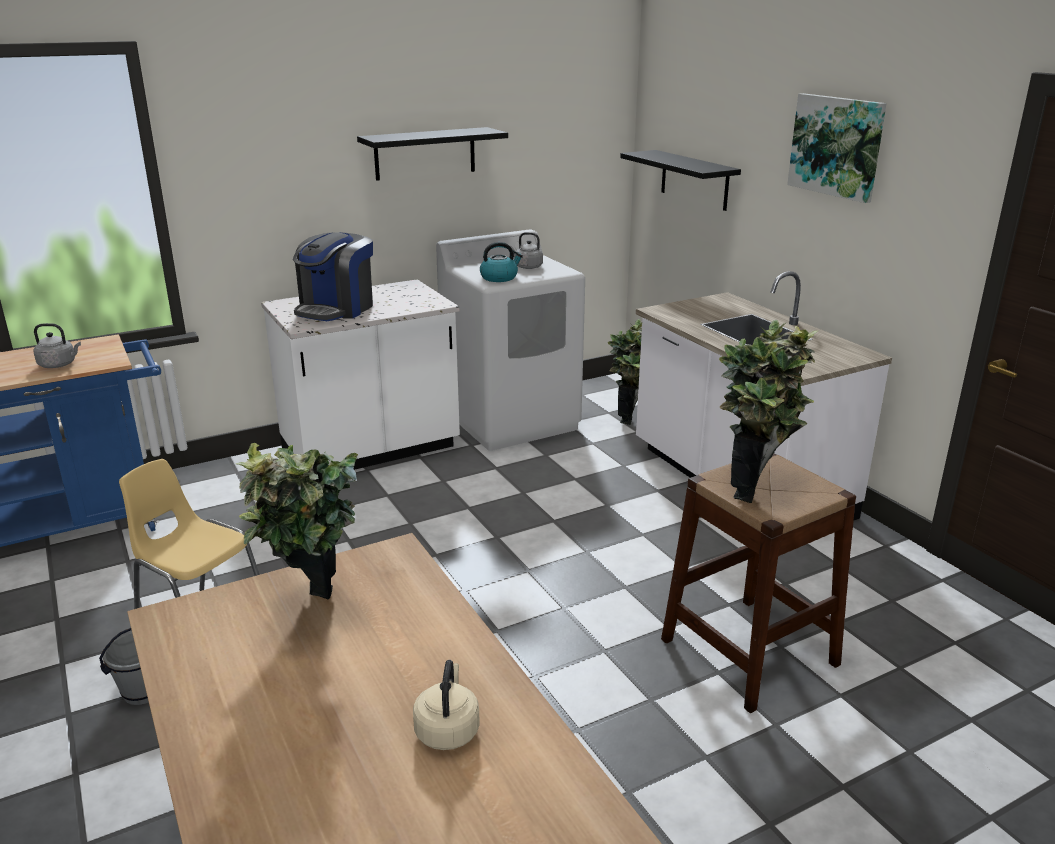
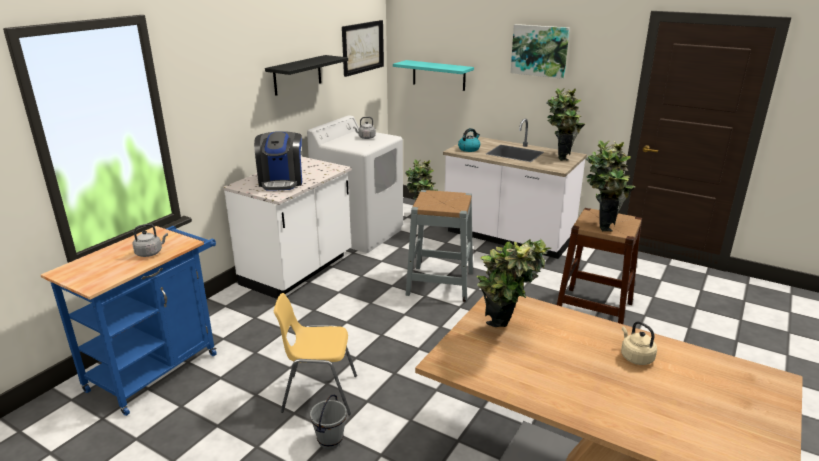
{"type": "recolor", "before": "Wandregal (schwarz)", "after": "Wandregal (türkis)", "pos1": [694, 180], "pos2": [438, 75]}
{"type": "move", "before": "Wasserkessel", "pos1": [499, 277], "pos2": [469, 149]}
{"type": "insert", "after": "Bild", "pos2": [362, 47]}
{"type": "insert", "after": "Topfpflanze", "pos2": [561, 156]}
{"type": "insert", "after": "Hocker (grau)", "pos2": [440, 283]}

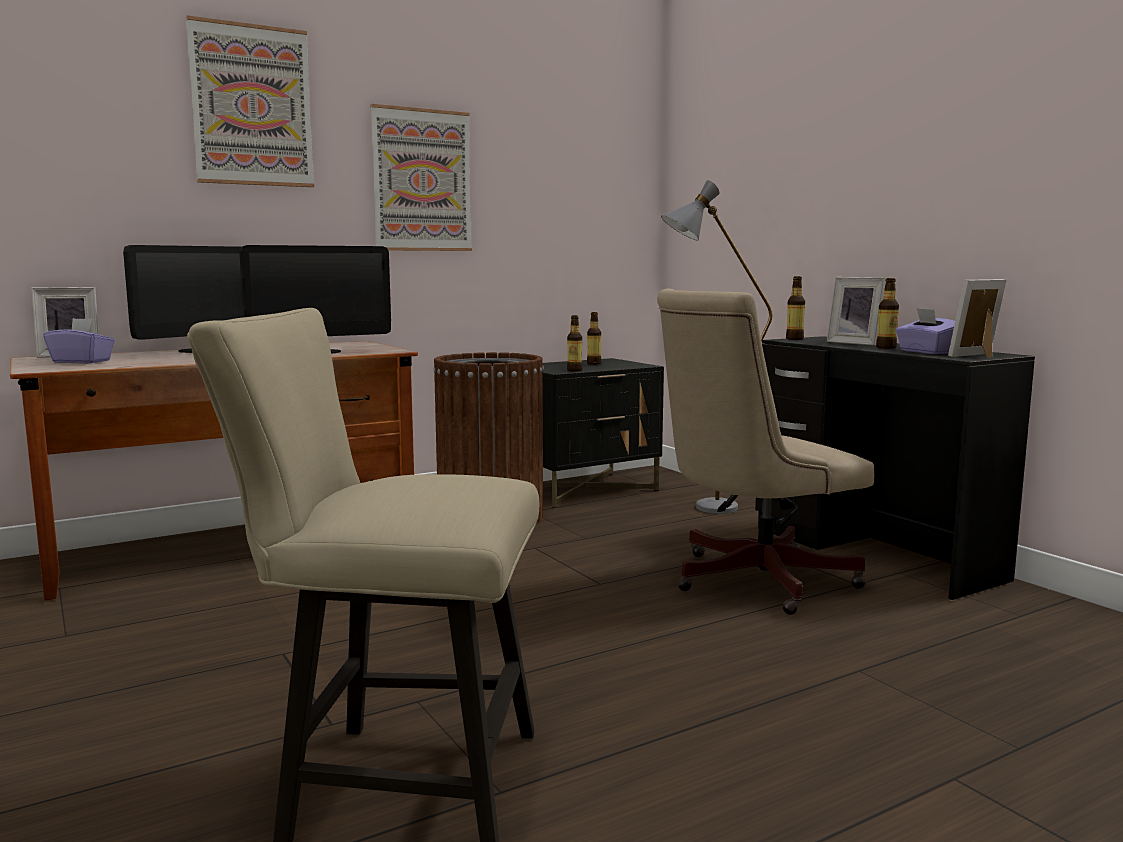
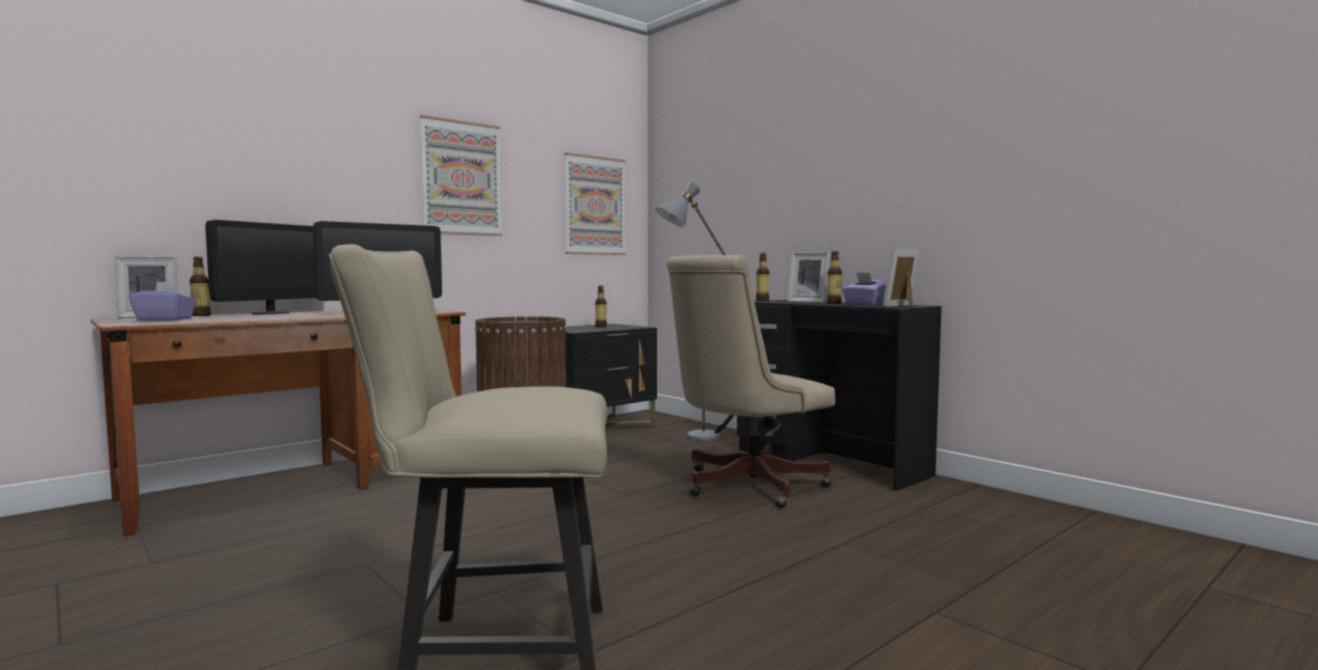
{"type": "move", "before": "Bild", "pos1": [252, 106], "pos2": [595, 206]}
{"type": "move", "before": "Flasche", "pos1": [574, 370], "pos2": [201, 315]}

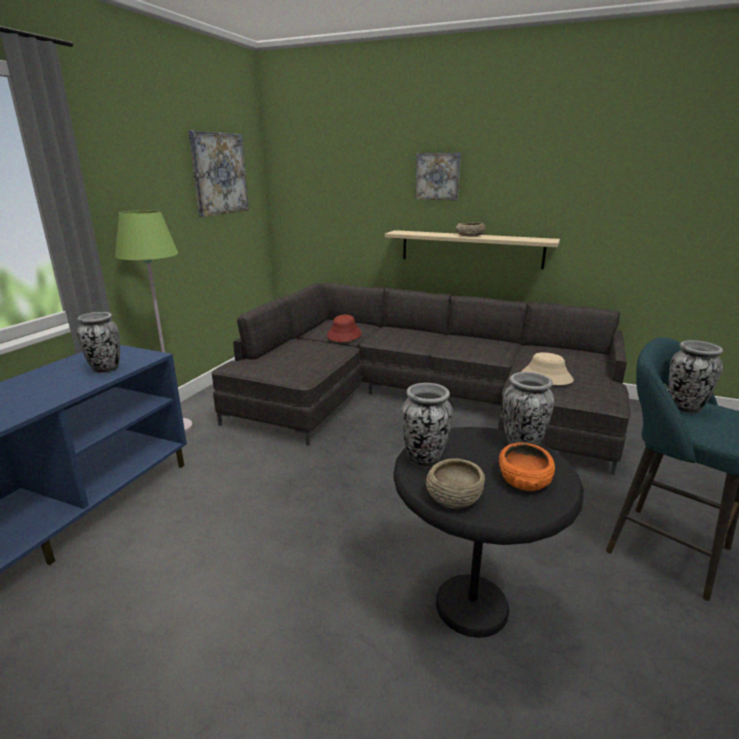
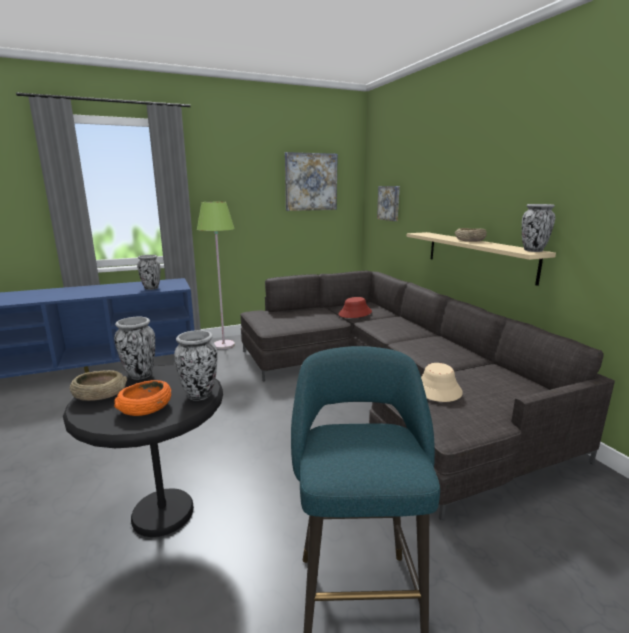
{"type": "move", "before": "Bild", "pos1": [438, 176], "pos2": [389, 203]}
{"type": "move", "before": "Vase", "pos1": [684, 408], "pos2": [533, 250]}

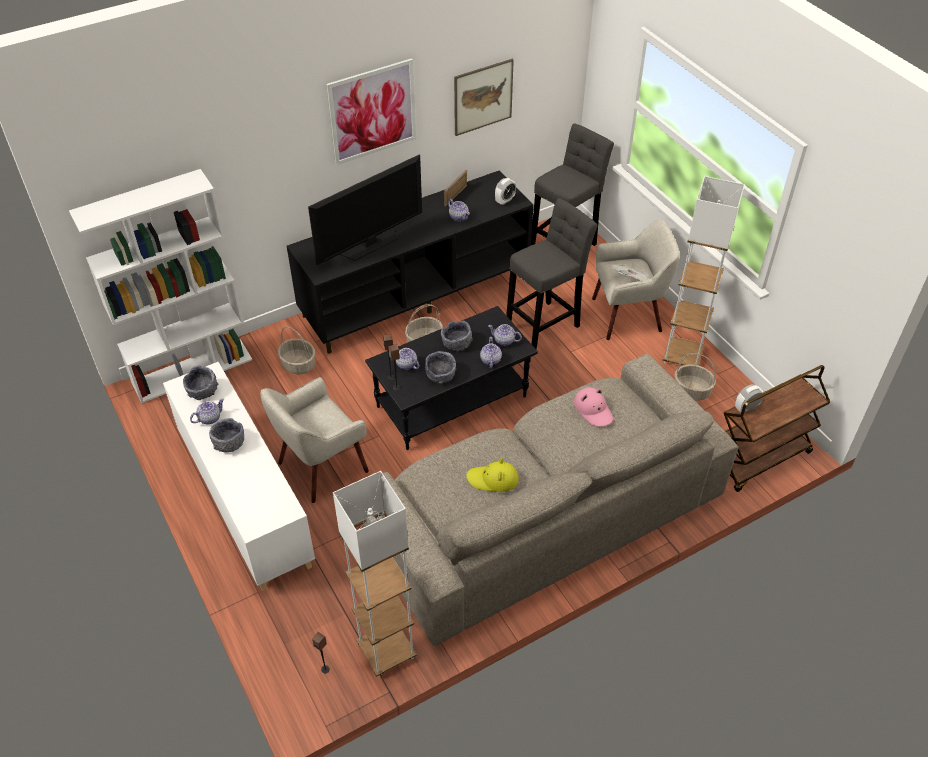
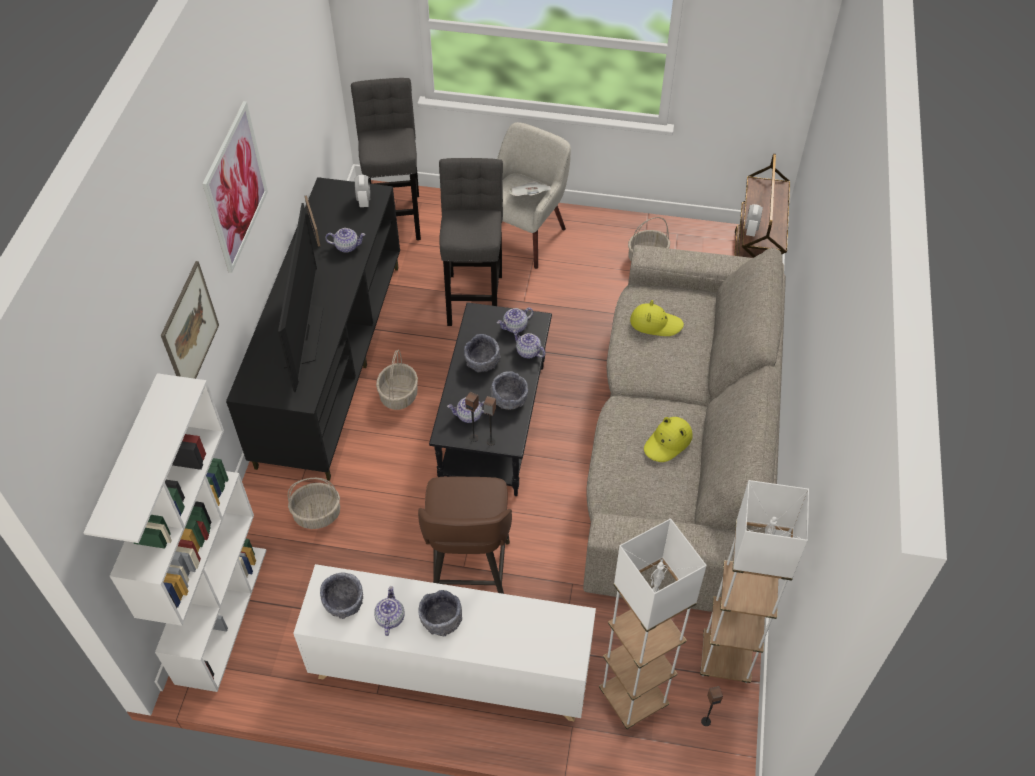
{"type": "move", "before": "Bild", "pos1": [483, 97], "pos2": [190, 329]}
{"type": "move", "before": "Stehlampe (weiß)", "pos1": [682, 356], "pos2": [633, 698]}
{"type": "replace", "before": "Sessel (beige)", "after": "Hocker (braun)", "pos1": [321, 466], "pos2": [469, 578]}
{"type": "recolor", "before": "Hut (rosa)", "after": "Hut (gelb)", "pos1": [593, 410], "pos2": [655, 323]}

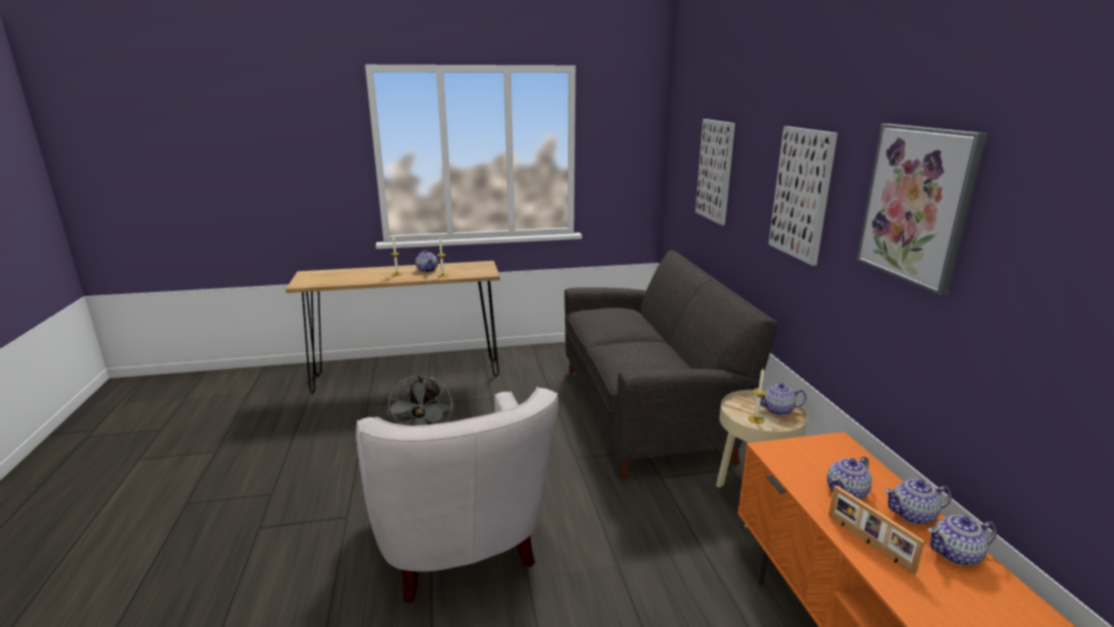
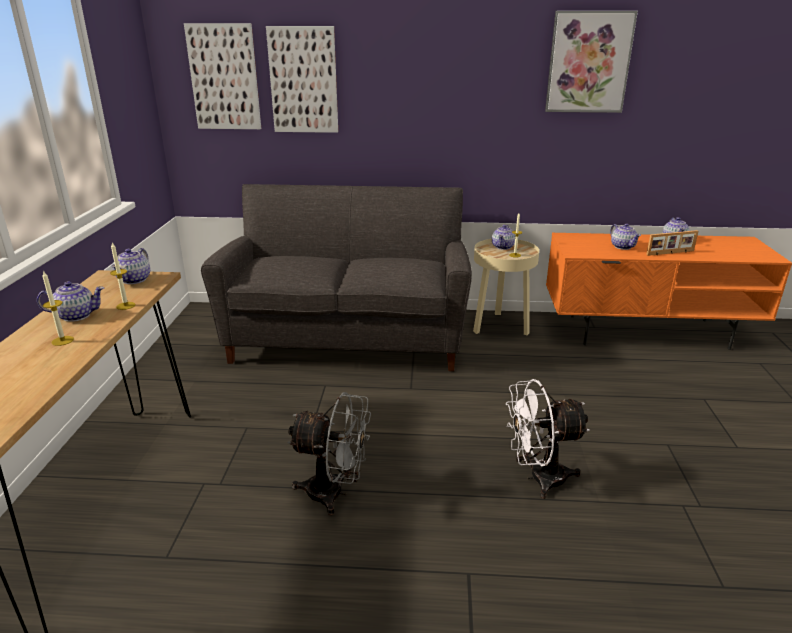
{"type": "move", "before": "Bild", "pos1": [802, 194], "pos2": [224, 77]}
{"type": "replace", "before": "Sessel (weiß)", "after": "Ventilator (weiß)", "pos1": [459, 548], "pos2": [538, 478]}
{"type": "move", "before": "Teekanne", "pos1": [913, 515], "pos2": [135, 279]}

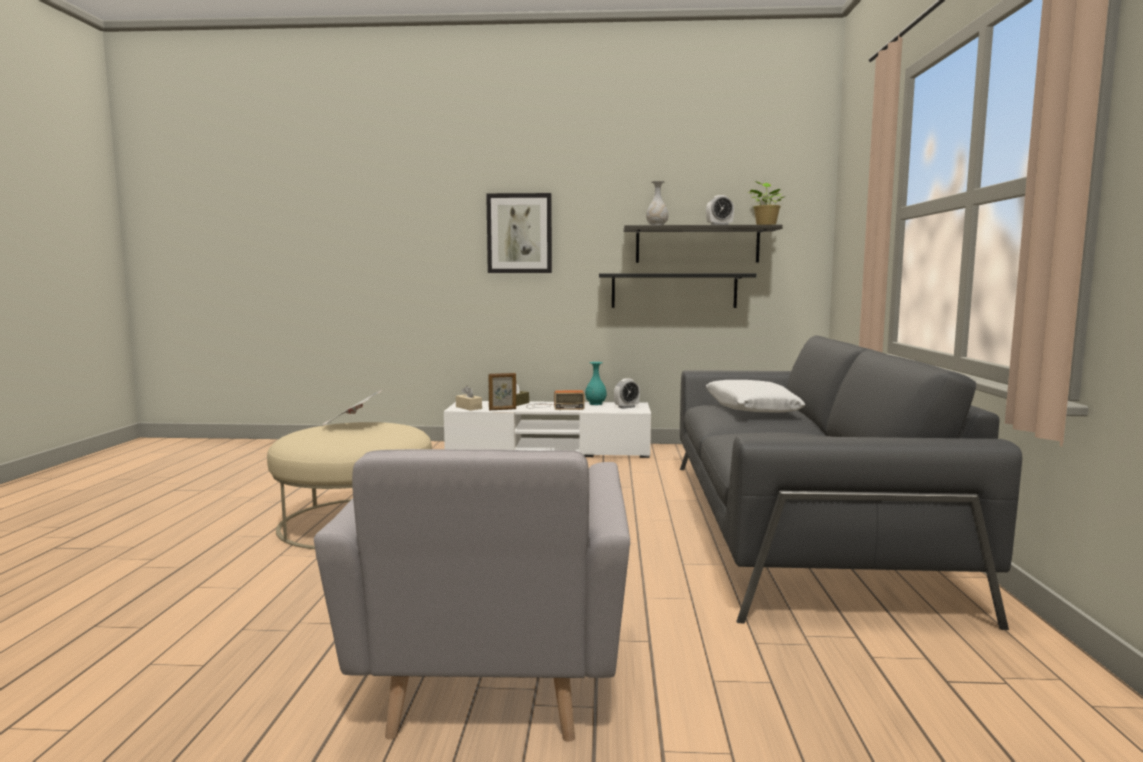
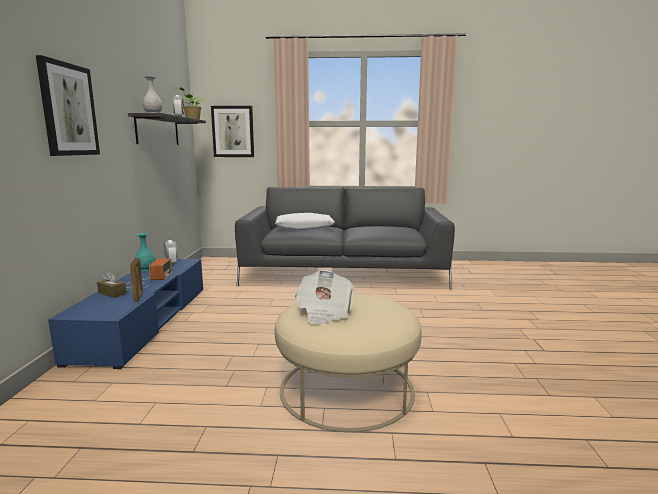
{"type": "delete", "before": "Wandregal (schwarz)", "pos1": [674, 290]}
{"type": "delete", "before": "Taschentuchbox (beige)", "pos1": [468, 407]}
{"type": "recolor", "before": "Fernsehschrank (weiß)", "after": "Fernsehschrank (blau)", "pos1": [549, 449], "pos2": [144, 322]}
{"type": "delete", "before": "Sessel (grau)", "pos1": [492, 676]}
{"type": "insert", "after": "Bild", "pos2": [233, 131]}

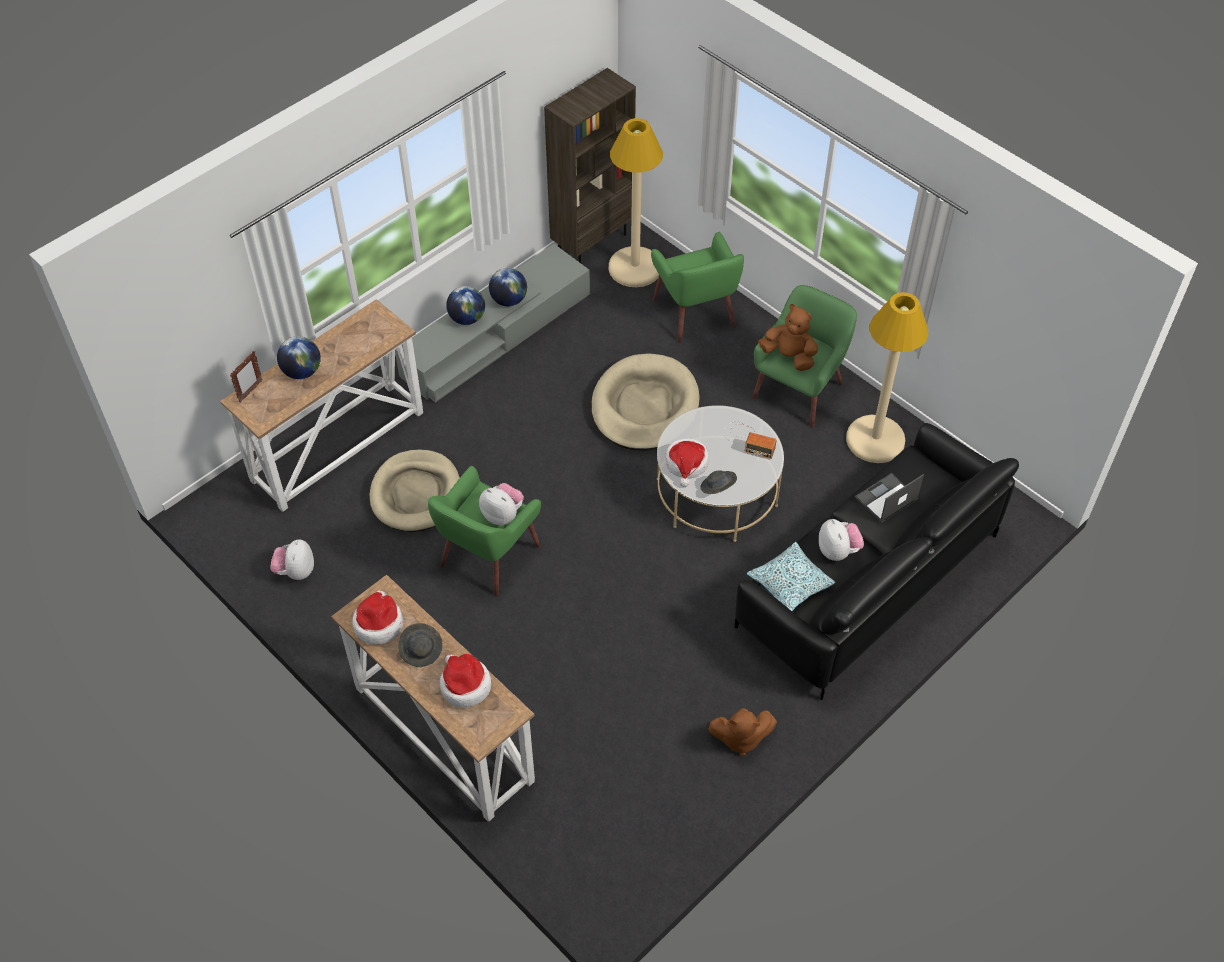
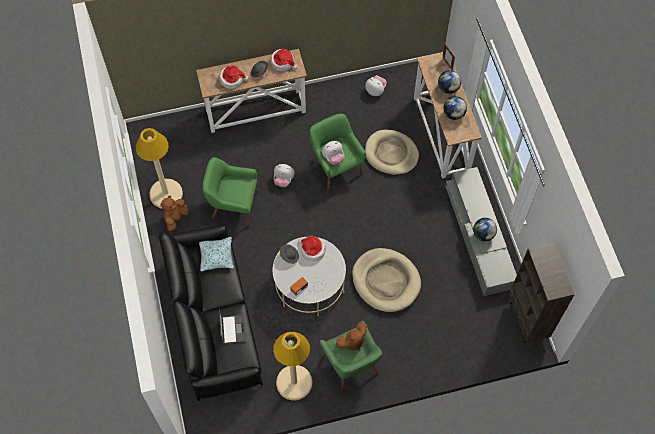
{"type": "move", "before": "Stehlampe (beige)", "pos1": [635, 268], "pos2": [166, 194]}
{"type": "move", "before": "Sessel (grün)", "pos1": [695, 313], "pos2": [233, 206]}
{"type": "move", "before": "Globus", "pos1": [467, 318], "pos2": [453, 114]}
{"type": "move", "before": "Plüschtier", "pos1": [838, 551], "pos2": [283, 180]}

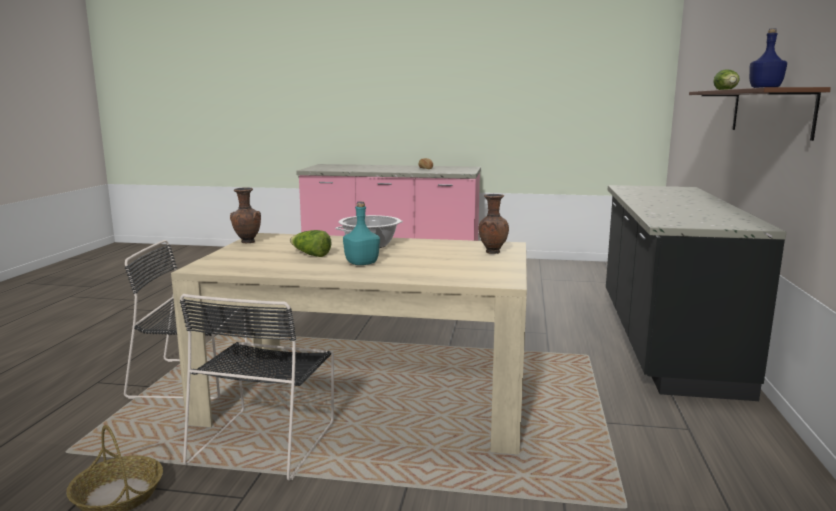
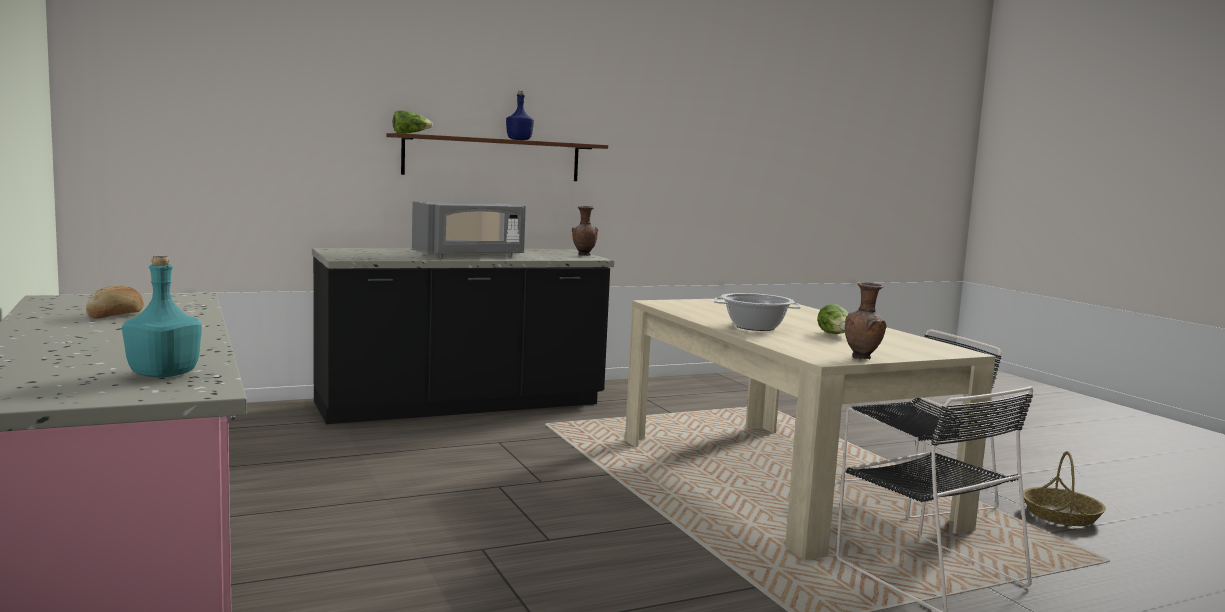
{"type": "move", "before": "Vase (braun)", "pos1": [492, 252], "pos2": [583, 255]}
{"type": "move", "before": "Flasche (türkis)", "pos1": [362, 263], "pos2": [164, 374]}
{"type": "insert", "after": "Mikrowelle (grau)", "pos2": [470, 256]}

